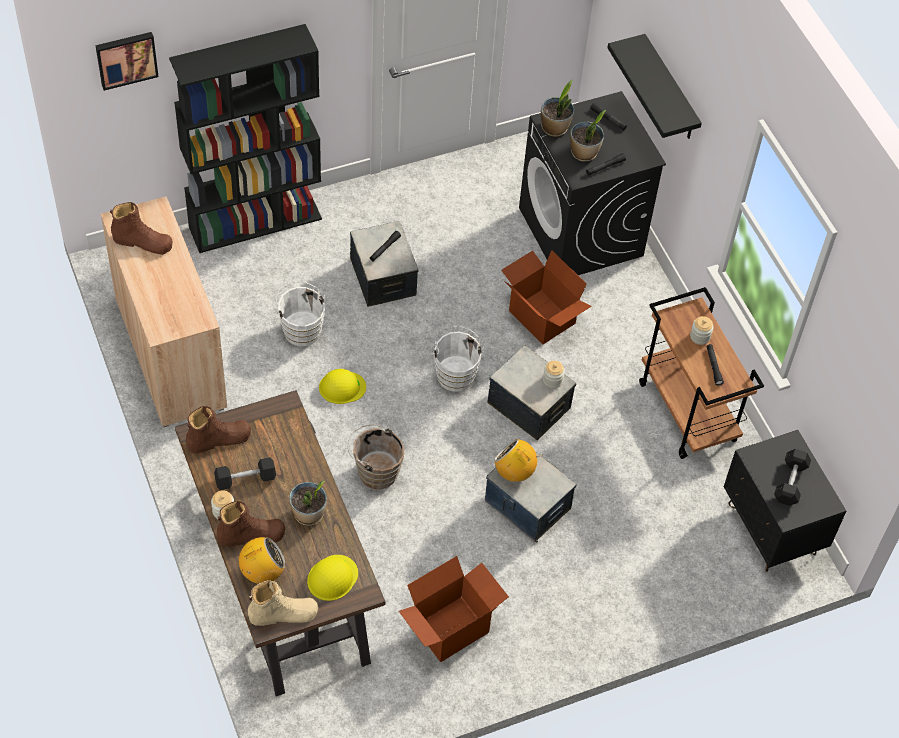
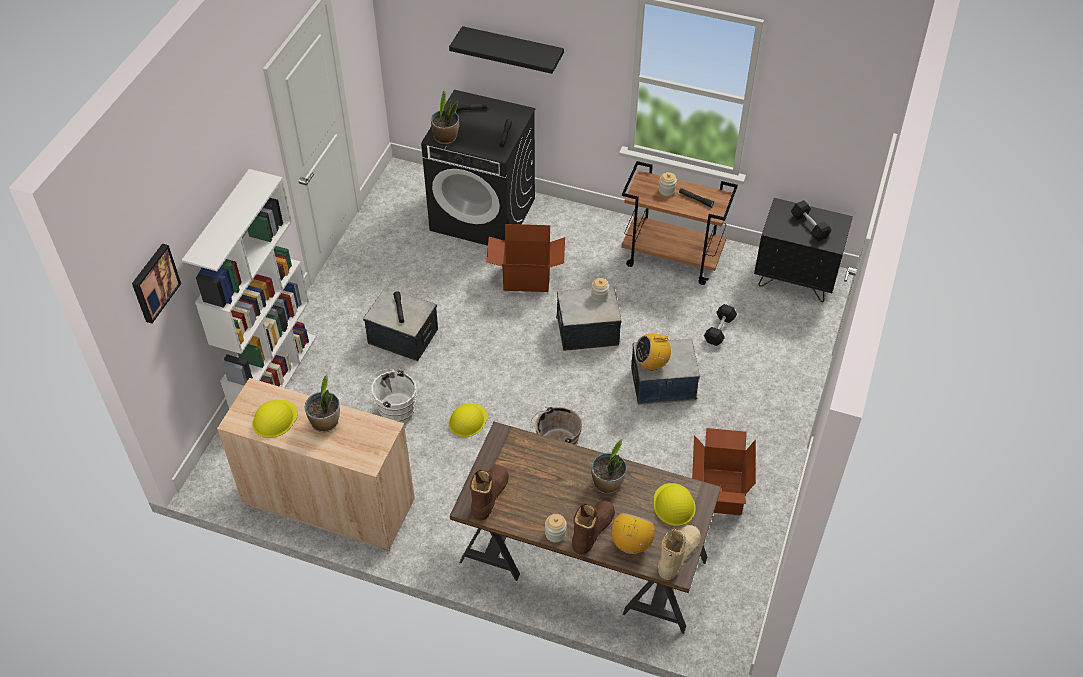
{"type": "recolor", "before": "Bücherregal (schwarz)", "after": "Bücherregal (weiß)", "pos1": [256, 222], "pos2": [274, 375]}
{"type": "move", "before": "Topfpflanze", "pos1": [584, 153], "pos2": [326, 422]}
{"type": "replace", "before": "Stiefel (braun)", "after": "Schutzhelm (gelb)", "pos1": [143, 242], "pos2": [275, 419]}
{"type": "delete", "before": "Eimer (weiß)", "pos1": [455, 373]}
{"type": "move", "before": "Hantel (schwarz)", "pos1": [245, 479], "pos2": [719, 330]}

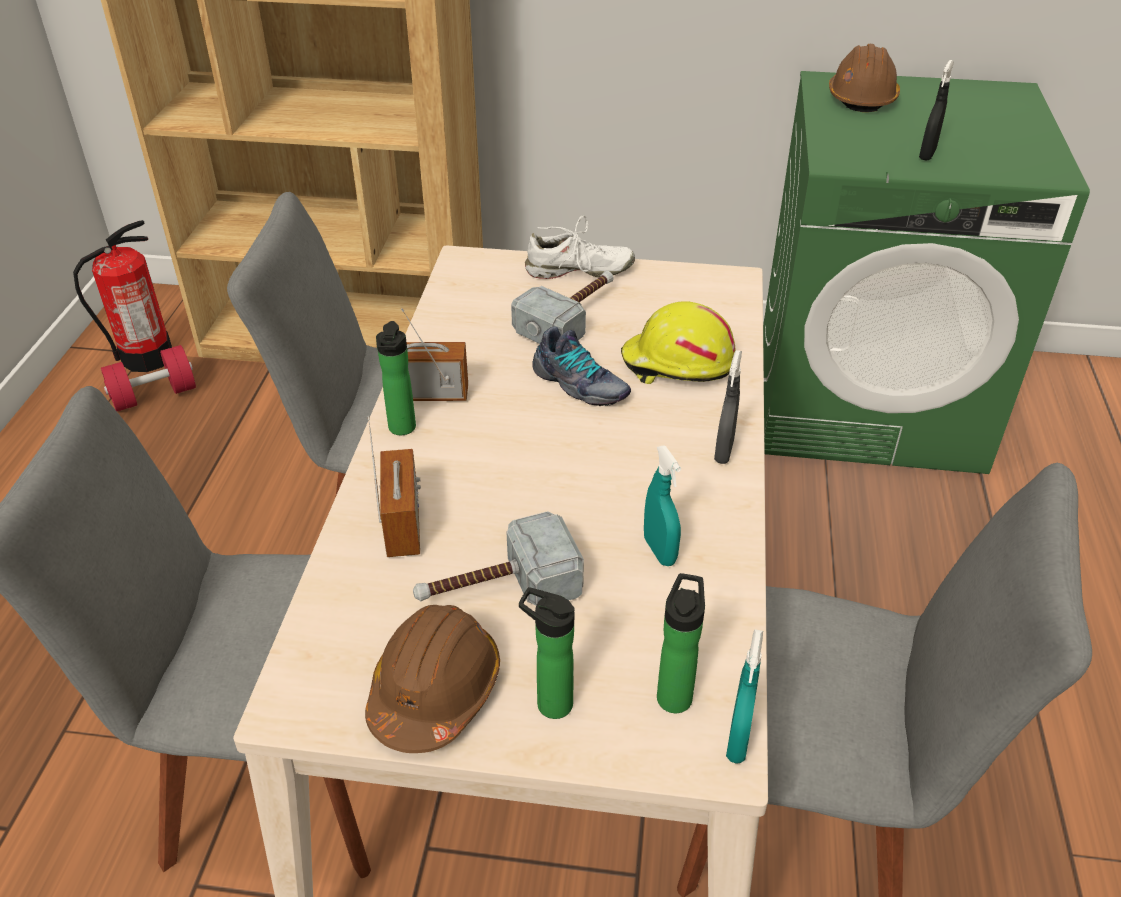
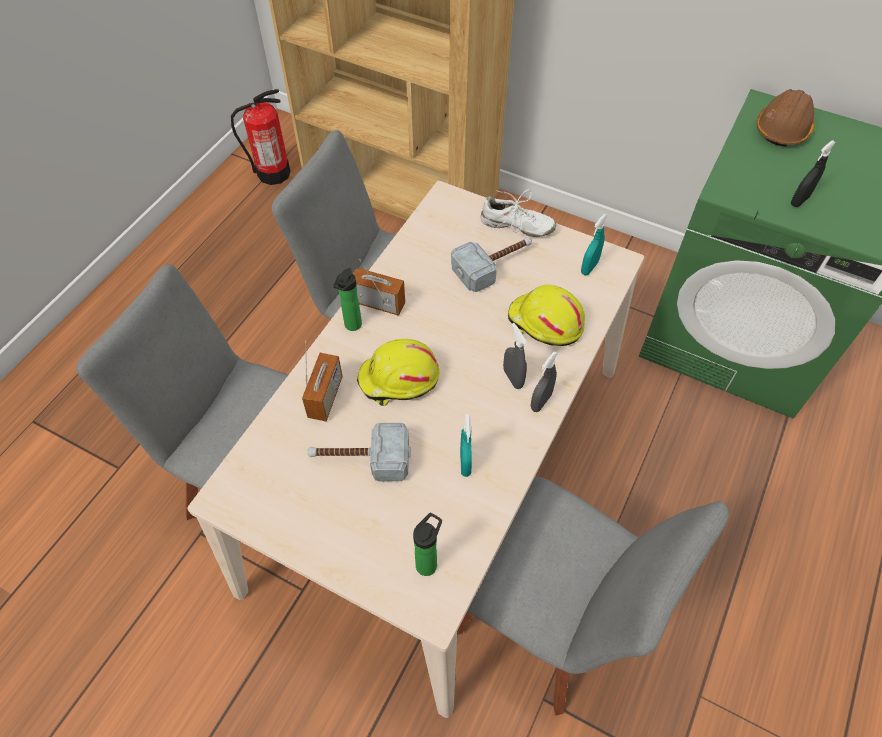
{"type": "delete", "before": "Schuh", "pos1": [579, 385]}
{"type": "delete", "before": "Hantel (rot)", "pos1": [154, 395]}
{"type": "delete", "before": "Flasche", "pos1": [549, 702]}
{"type": "delete", "before": "Schutzhelm (braun)", "pos1": [435, 691]}
{"type": "move", "before": "Sprühflasche (türkis)", "pos1": [738, 740], "pos2": [589, 267]}
{"type": "insert", "after": "Sprühflasche (grau)", "pos2": [513, 378]}
{"type": "insert", "after": "Schutzhelm (gelb)", "pos2": [399, 379]}

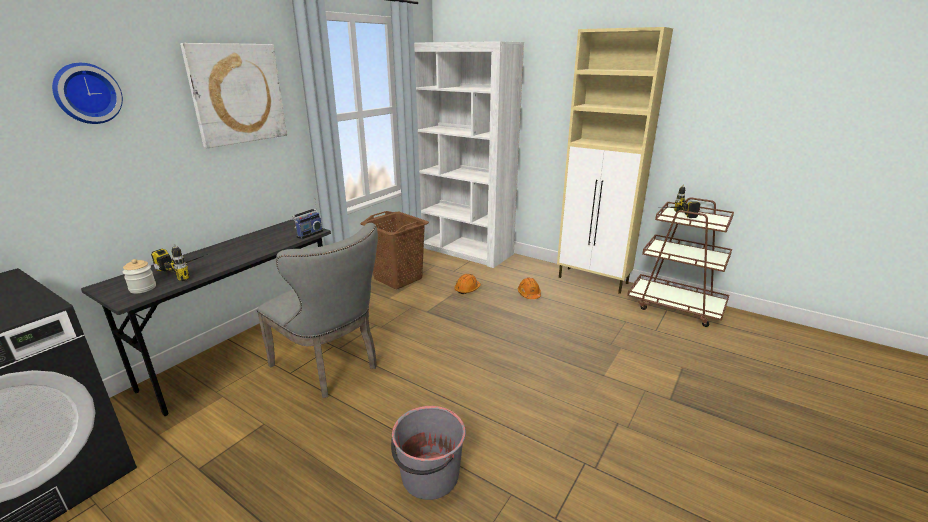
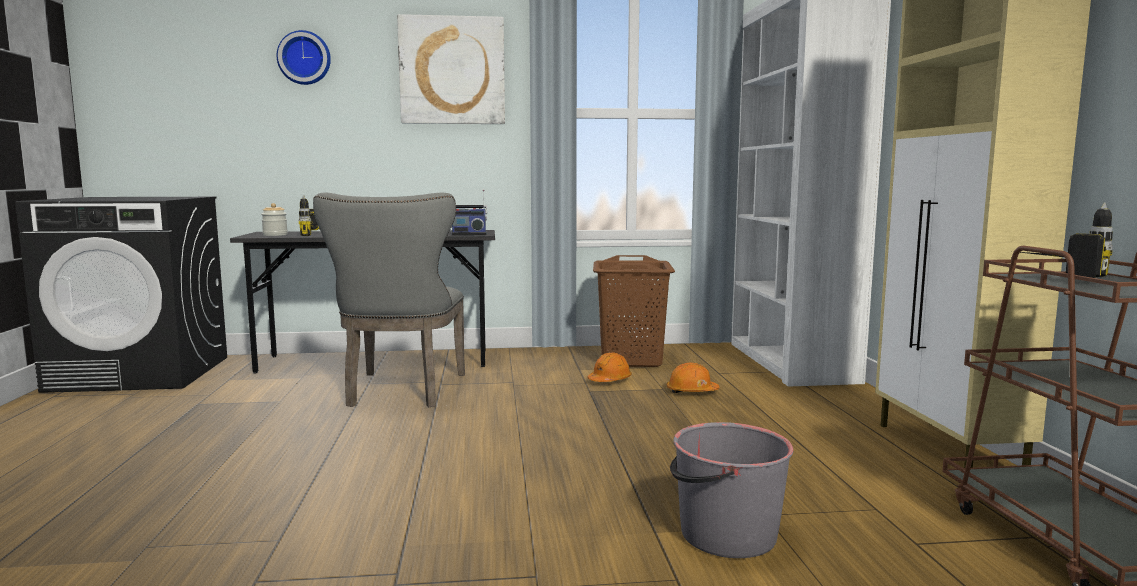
{"type": "move", "before": "Schutzhelm (orange)", "pos1": [529, 294], "pos2": [610, 380]}
{"type": "move", "before": "Eimer (grau)", "pos1": [429, 476], "pos2": [726, 535]}

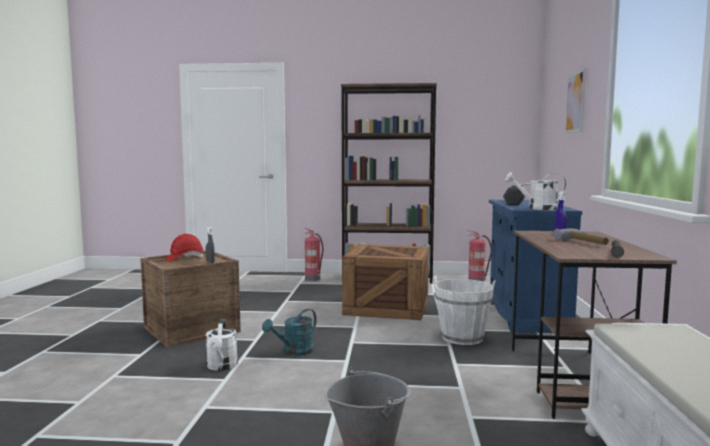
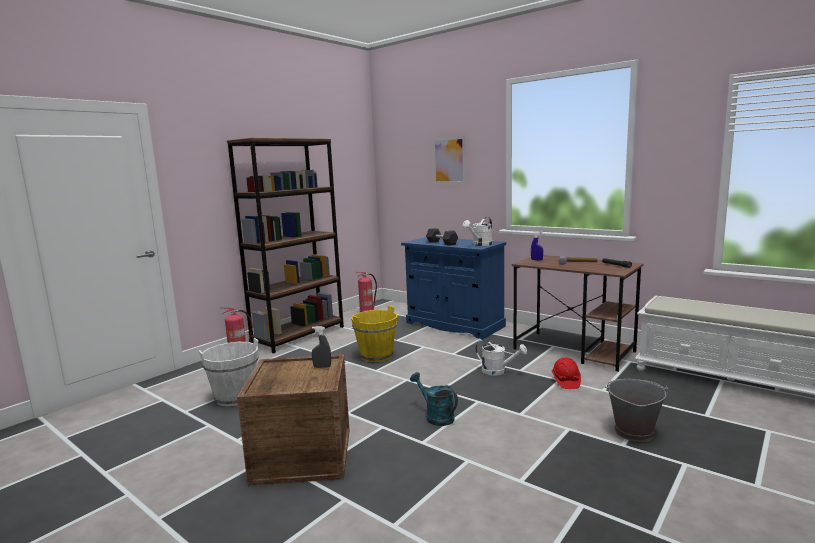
{"type": "move", "before": "Schutzhelm (rot)", "pos1": [184, 258], "pos2": [566, 381]}
{"type": "replace", "before": "Kiste", "after": "Eimer (gelb)", "pos1": [388, 307], "pos2": [376, 356]}
{"type": "move", "before": "Eimer (weiß)", "pos1": [462, 337], "pos2": [235, 397]}
{"type": "rotate", "before": "Gießkanne (türkis)", "pos1": [294, 352], "pos2": [436, 416], "turn": 150}
{"type": "move", "before": "Gießkanne (weiß)", "pos1": [221, 367], "pos2": [498, 371]}

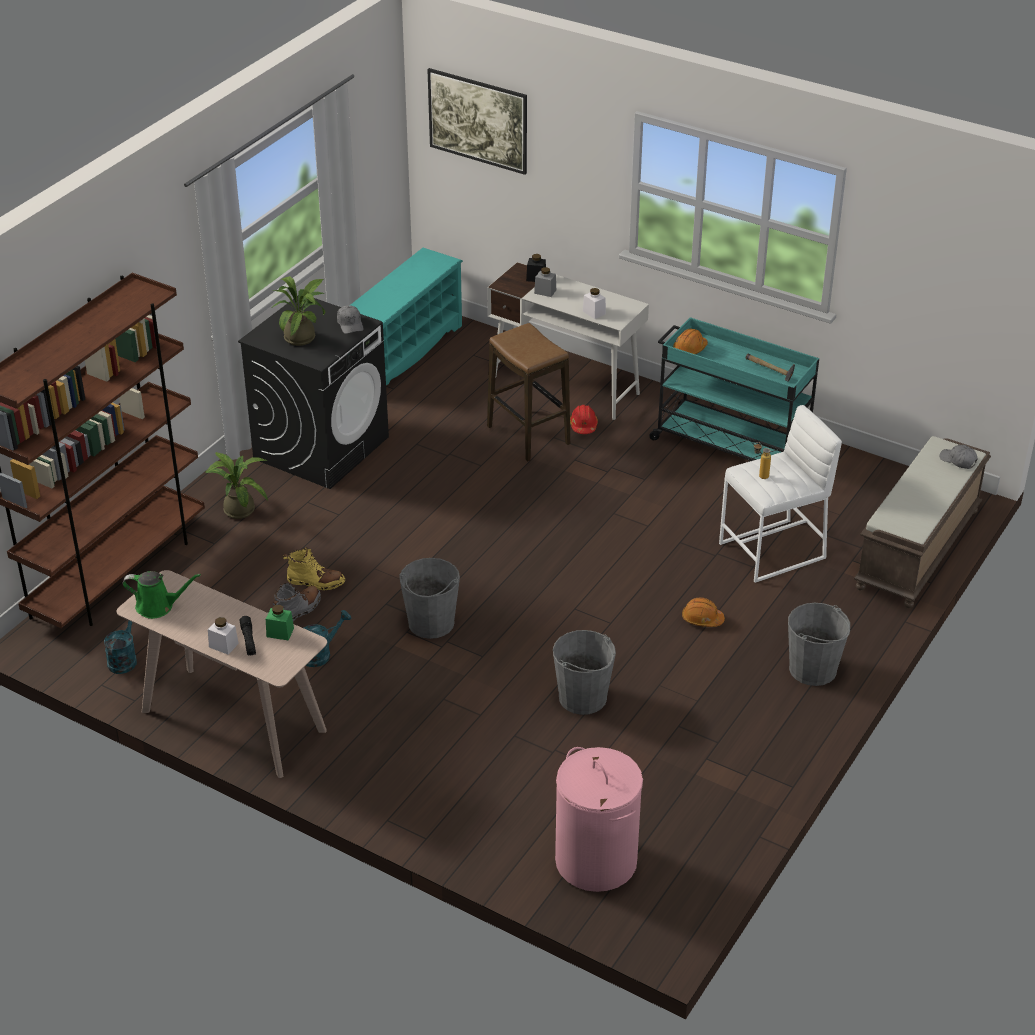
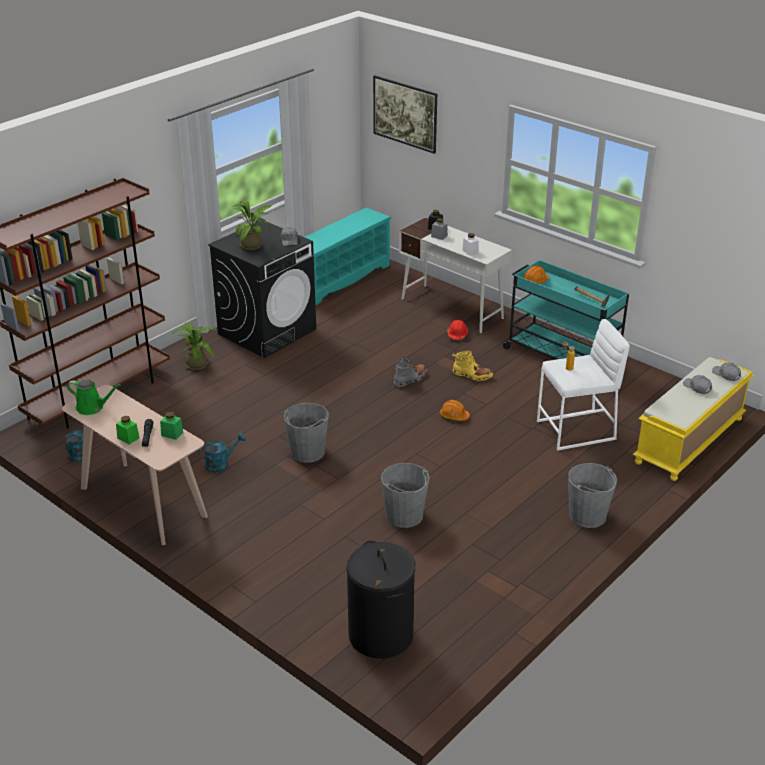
{"type": "delete", "before": "Hocker", "pos1": [528, 435]}
{"type": "recolor", "before": "Bank (braun)", "after": "Bank (gelb)", "pos1": [918, 550], "pos2": [689, 441]}
{"type": "move", "before": "Stiefel (gelb)", "pos1": [315, 582], "pos2": [472, 375]}
{"type": "move", "before": "Stiefel (grau)", "pos1": [298, 610], "pos2": [410, 379]}
{"type": "move", "before": "Schutzhelm (orange)", "pos1": [702, 619], "pos2": [454, 416]}
{"type": "recolor", "before": "Vorratsglas (weiß)", "after": "Vorratsglas (grün)", "pos1": [223, 645], "pos2": [128, 438]}
{"type": "recolor", "before": "Wäschekorb (rosa)", "after": "Wäschekorb (schwarz)", "pos1": [596, 861], "pos2": [381, 635]}
{"type": "insert", "after": "Kappe (grau)", "pos2": [697, 387]}

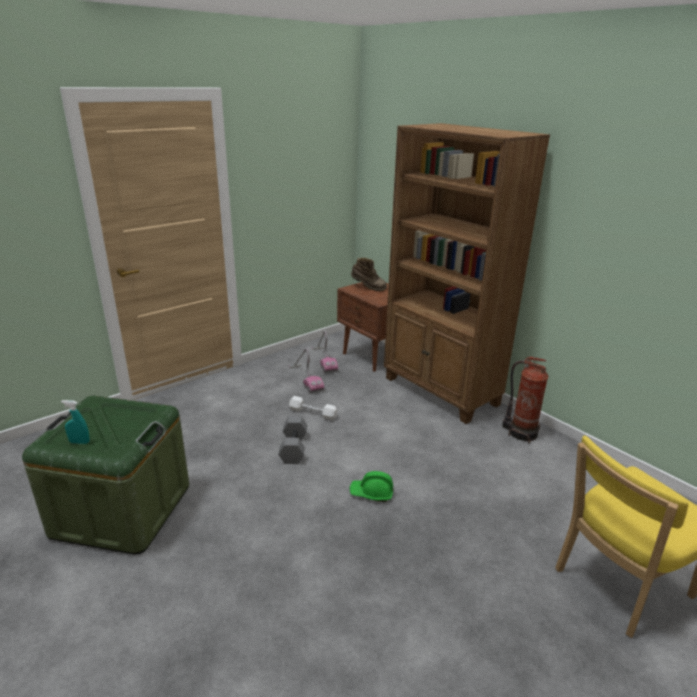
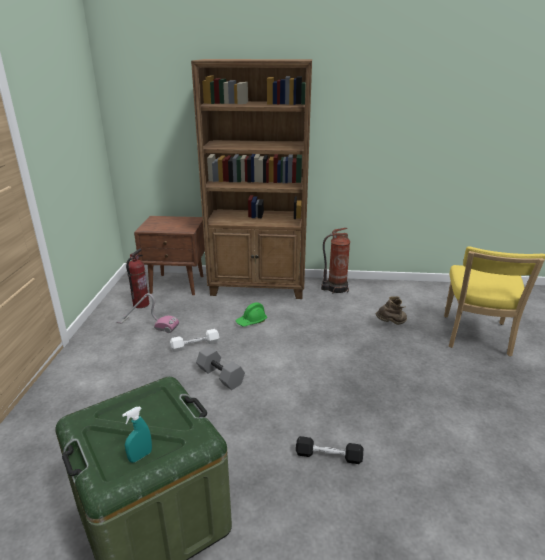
{"type": "move", "before": "Stiefel (braun)", "pos1": [368, 288], "pos2": [391, 324]}
{"type": "replace", "before": "Staubsauger", "after": "Feuerlöscher", "pos1": [324, 359], "pos2": [141, 304]}
{"type": "move", "before": "Schutzhelm (grün)", "pos1": [371, 493], "pos2": [251, 321]}
{"type": "insert", "after": "Hantel (schwarz)", "pos2": [328, 456]}

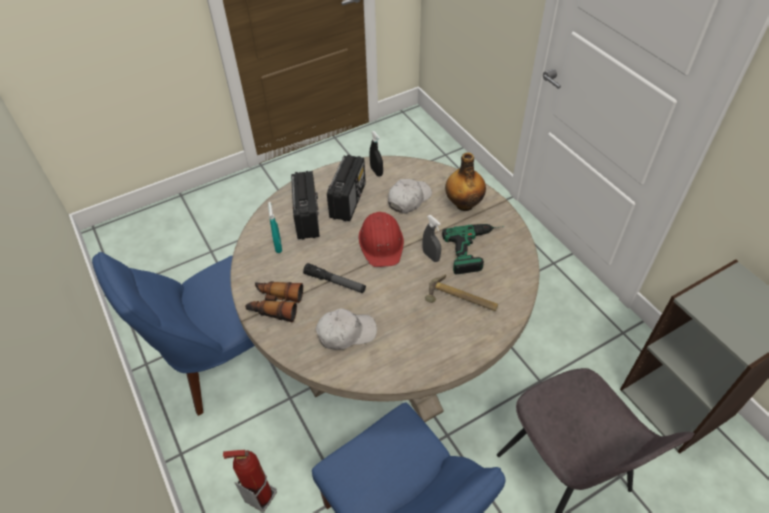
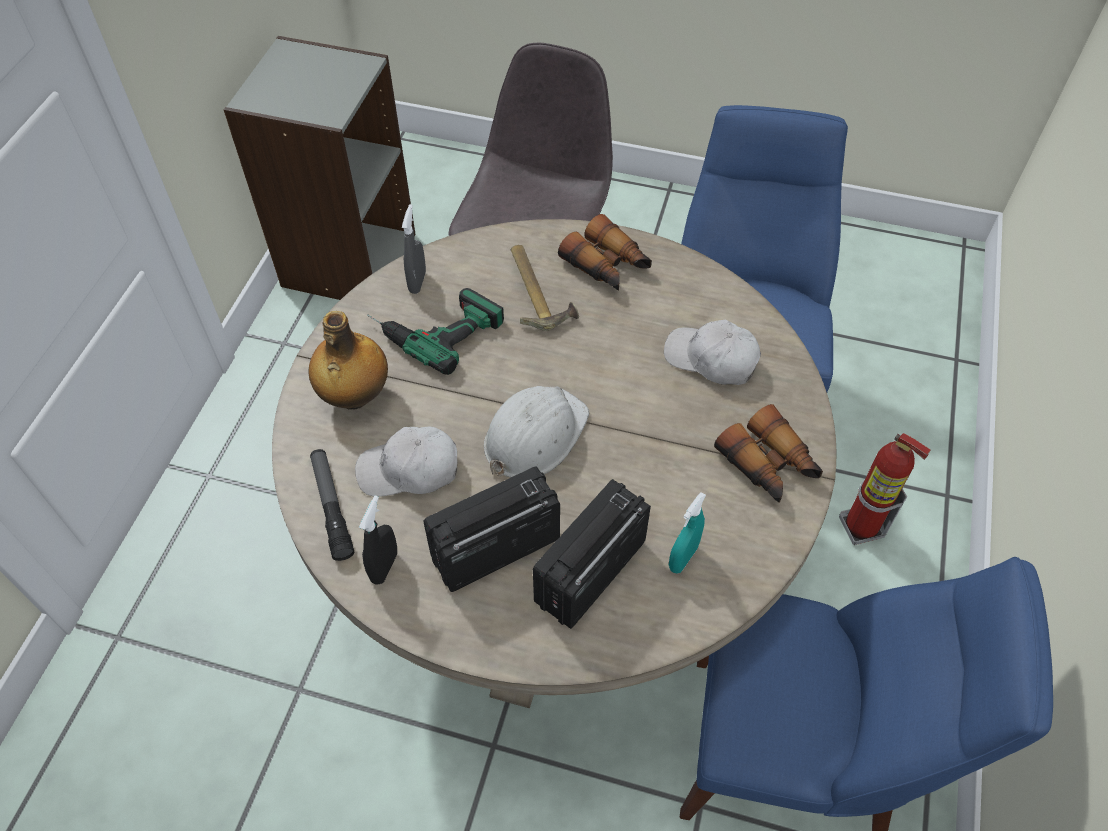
{"type": "recolor", "before": "Schutzhelm (rot)", "after": "Schutzhelm (weiß)", "pos1": [381, 243], "pos2": [534, 435]}
{"type": "move", "before": "Sprühflasche (grau)", "pos1": [431, 256], "pos2": [417, 282]}
{"type": "move", "before": "Taschenlampe", "pos1": [335, 282], "pos2": [332, 507]}
{"type": "insert", "after": "Fernglas", "pos2": [607, 265]}

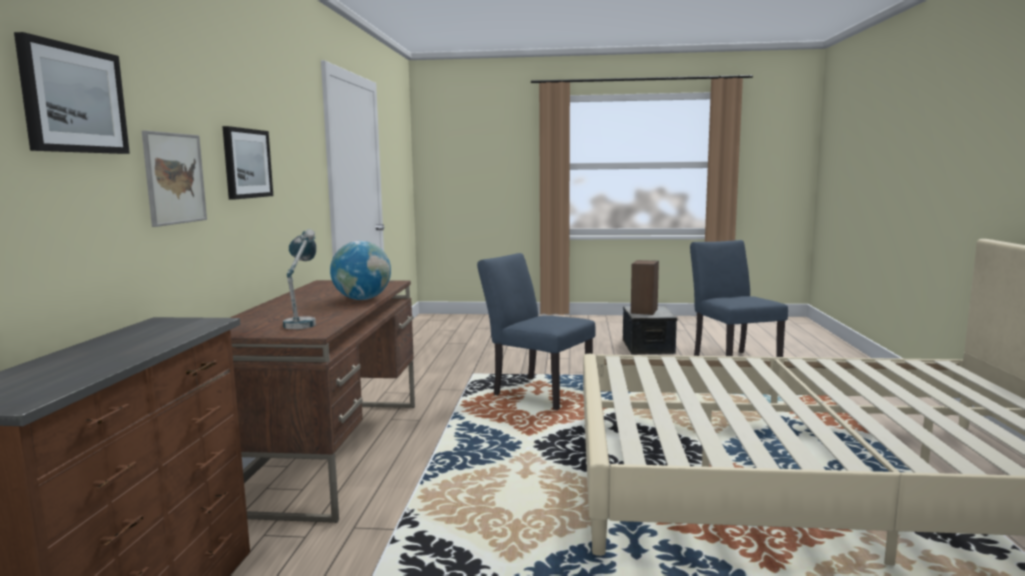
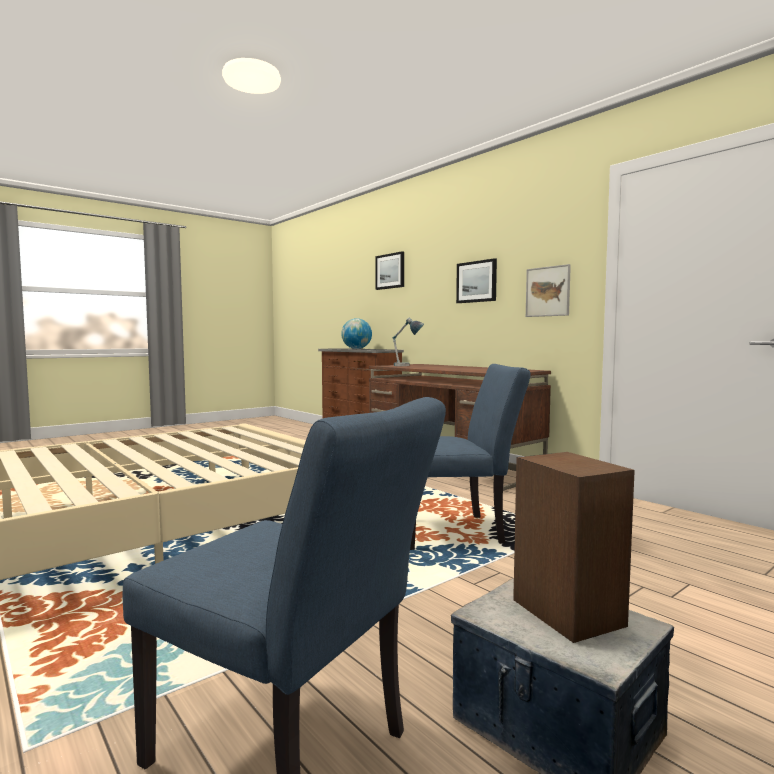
{"type": "move", "before": "Bild", "pos1": [174, 178], "pos2": [547, 291]}
{"type": "move", "before": "Globus", "pos1": [362, 299], "pos2": [356, 349]}

